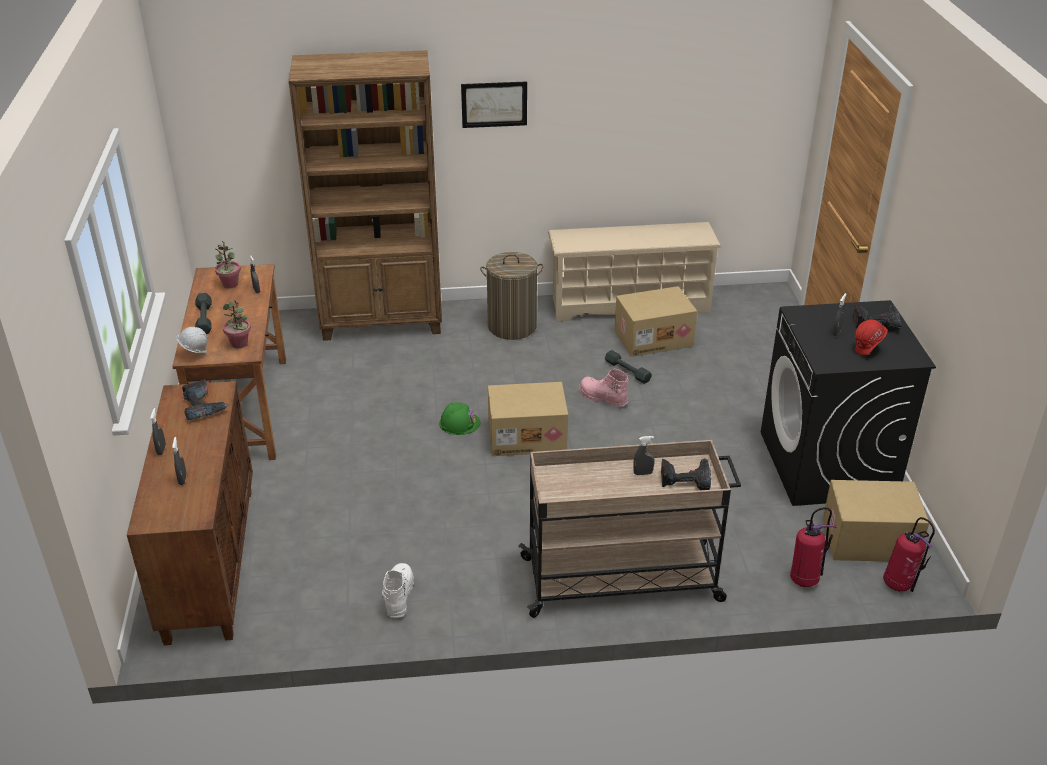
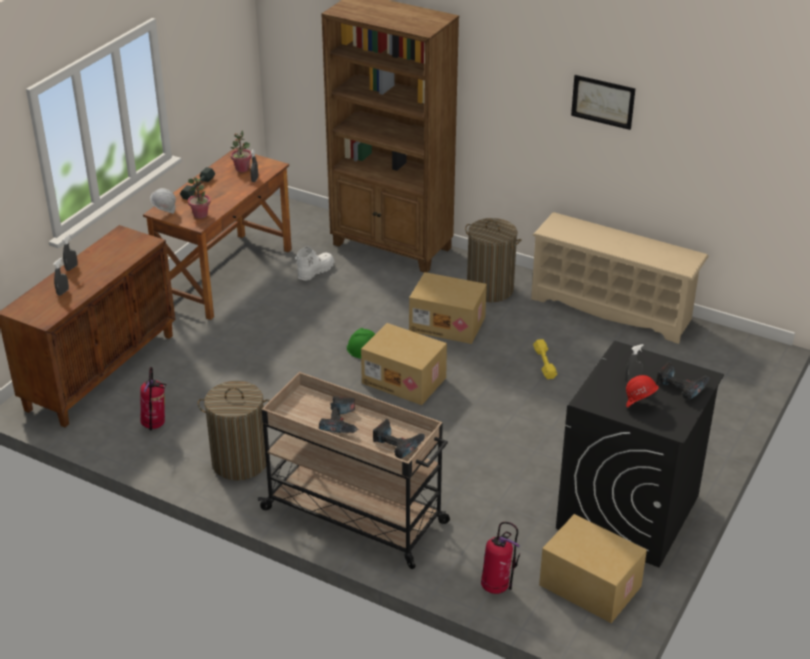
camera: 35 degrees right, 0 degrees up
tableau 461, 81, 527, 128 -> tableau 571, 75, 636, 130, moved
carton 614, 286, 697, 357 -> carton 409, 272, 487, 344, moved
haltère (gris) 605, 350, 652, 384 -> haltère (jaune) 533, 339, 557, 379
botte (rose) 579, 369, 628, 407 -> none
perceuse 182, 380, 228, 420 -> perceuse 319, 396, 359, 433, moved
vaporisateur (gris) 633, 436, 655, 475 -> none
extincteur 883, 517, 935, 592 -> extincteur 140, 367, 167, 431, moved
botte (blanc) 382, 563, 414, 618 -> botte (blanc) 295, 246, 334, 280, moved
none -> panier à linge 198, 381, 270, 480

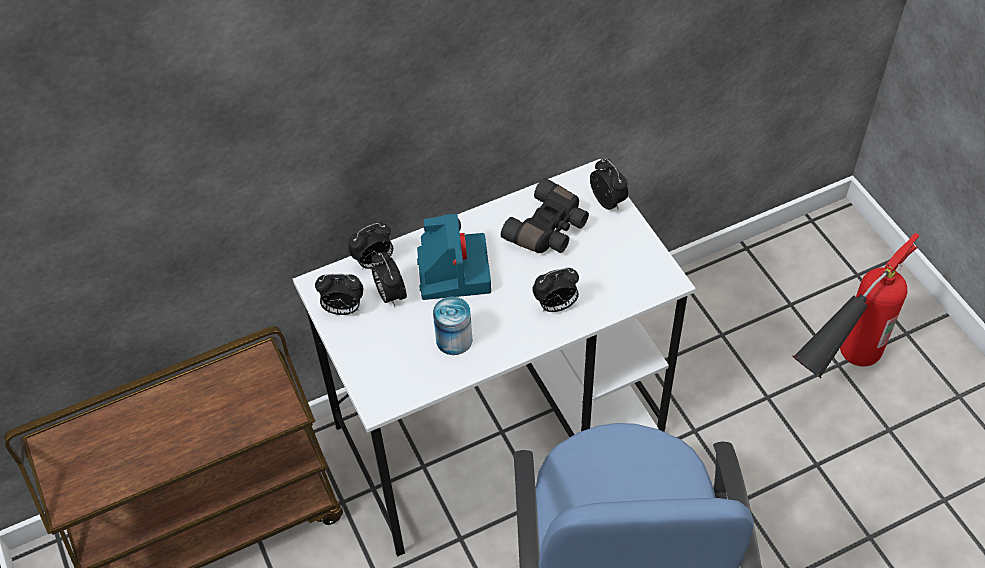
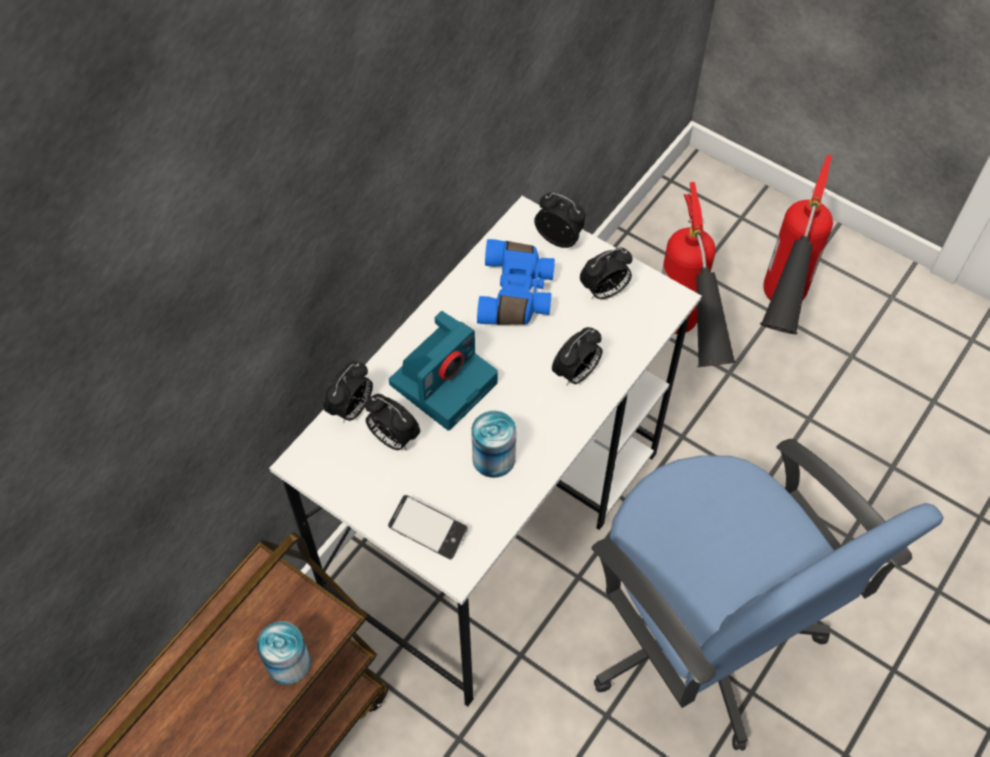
camera: 30 degrees left, 5 degrees up
jumelles (noir) 501, 178, 589, 253 -> jumelles (bleu) 477, 239, 555, 325
appareil photo 417, 213, 491, 300 -> appareil photo 389, 311, 498, 431, 75 degrees clockwise
réveil 315, 274, 363, 315 -> réveil 580, 247, 633, 300, moved
none -> extincteur 662, 182, 736, 367
none -> téléphone 388, 495, 468, 559
none -> boîte métallique 257, 621, 311, 685

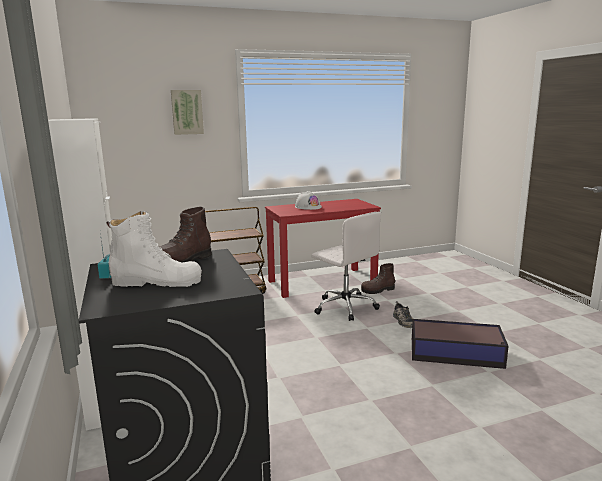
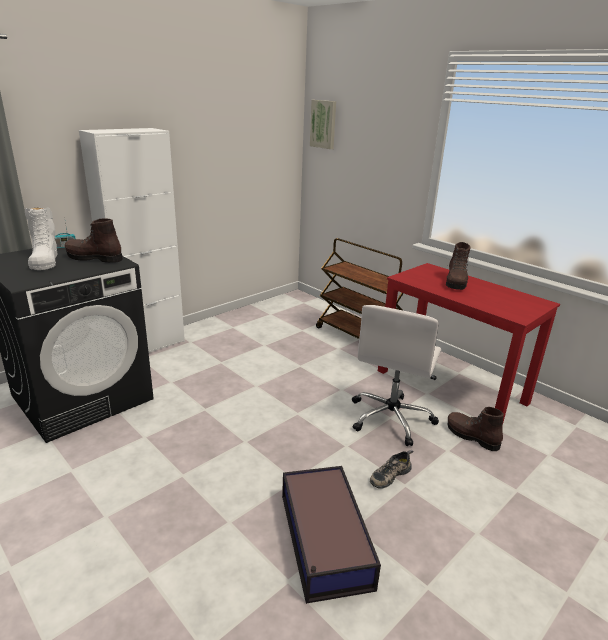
camera: 65 degrees right, 10 degrees up
tableau 171, 90, 204, 135 -> tableau 310, 100, 336, 149, moved
casque de chantier (blanc) 295, 191, 322, 210 -> botte (marron) 446, 242, 471, 290

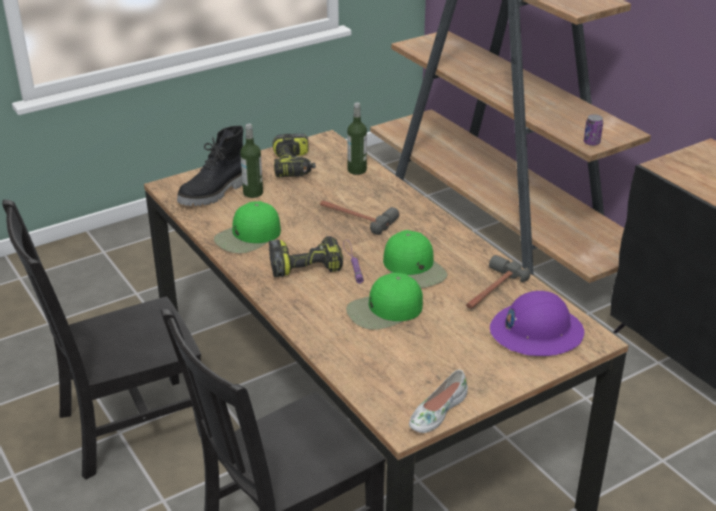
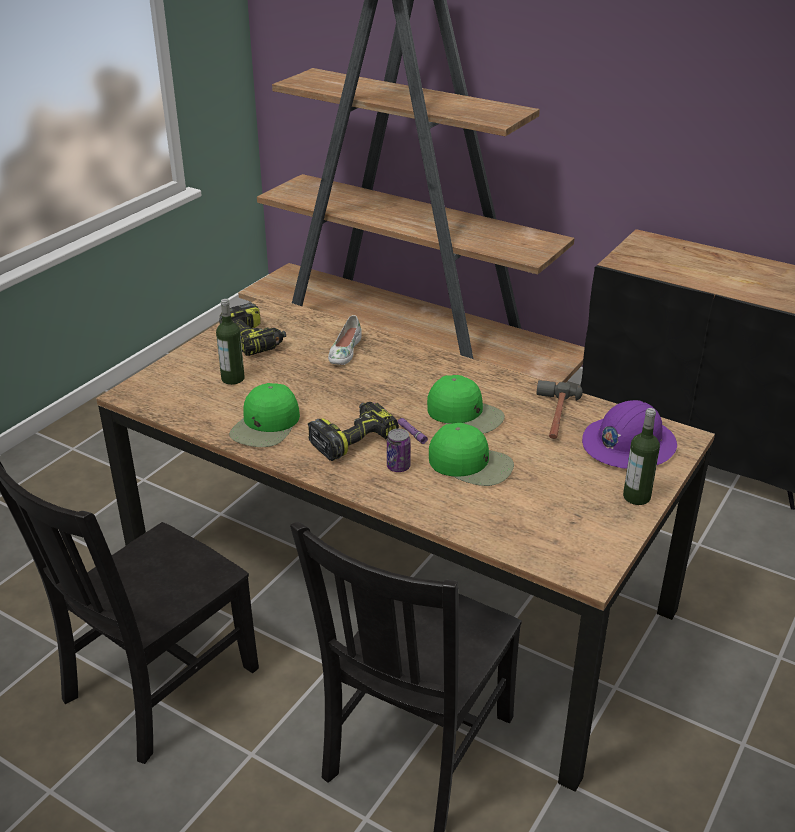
camera: 25 degrees left, 0 degrees up
bouteille 347, 103, 367, 175 -> bouteille 623, 408, 660, 505, moved
boîte métallique 584, 114, 603, 146 -> boîte métallique 387, 429, 411, 472, moved
botte (noir) 177, 126, 243, 206 -> none
marteau 320, 201, 399, 235 -> none
casquette (vert) 346, 273, 423, 330 -> casquette (vert) 429, 423, 514, 486, 105 degrees counterclockwise
chaussure (blanc) 409, 370, 468, 433 -> chaussure (blanc) 328, 315, 362, 365, moved

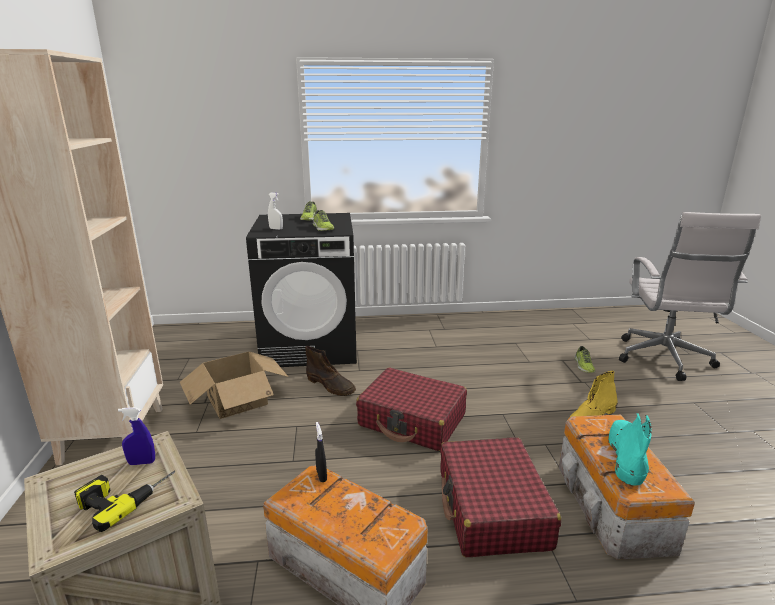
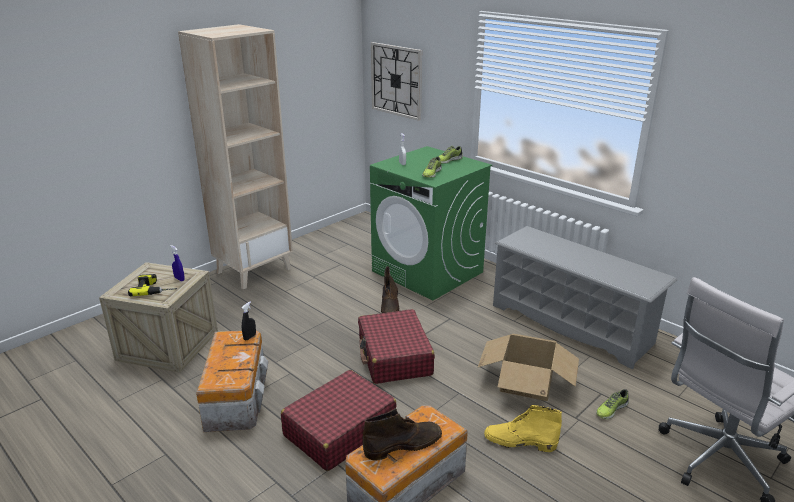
camera: 50 degrees right, 5 degrees up
lave-linge (noir) 246, 213, 357, 367 -> lave-linge (vert) 370, 146, 492, 301
carton 180, 352, 289, 419 -> carton 478, 334, 579, 401, moved
botte (turquoise) 608, 413, 652, 486 -> botte (marron) 363, 408, 442, 461
none -> horloge murale 371, 42, 422, 121
none -> étagère à chaussures (gris) 493, 226, 677, 369

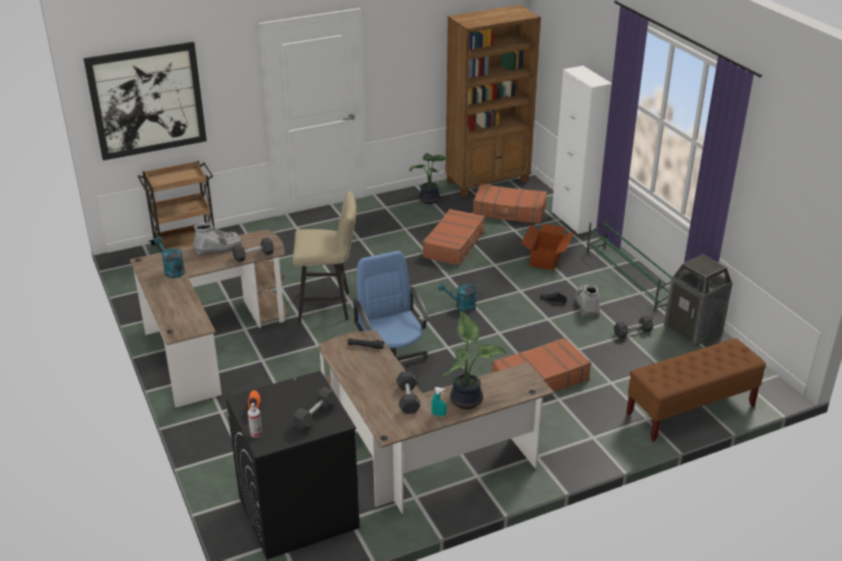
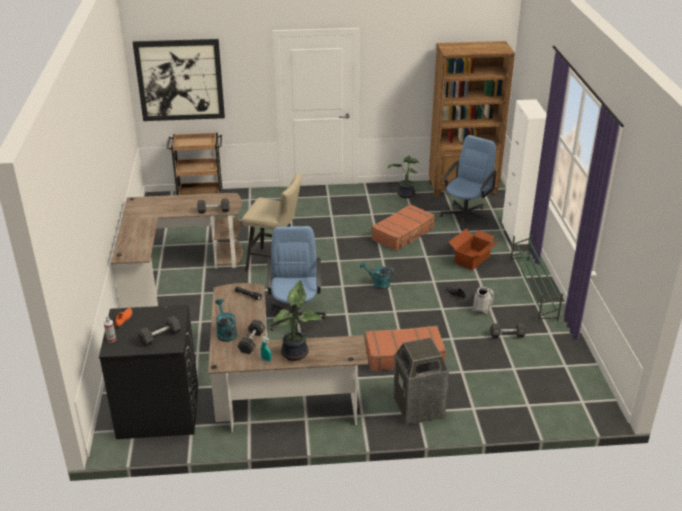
camera: 20 degrees right, 0 degrees up
valise (marron) 473, 184, 547, 224 -> chaise de bureau (bleu) 440, 135, 498, 229
botte (gris) 193, 222, 241, 256 -> none
arrosoir (turquoise) 154, 237, 185, 278 -> arrosoir (turquoise) 215, 299, 237, 342, moved
poubelle 664, 254, 733, 347 -> poubelle 393, 338, 449, 425, moved
banc (marron) 626, 338, 766, 442 -> none

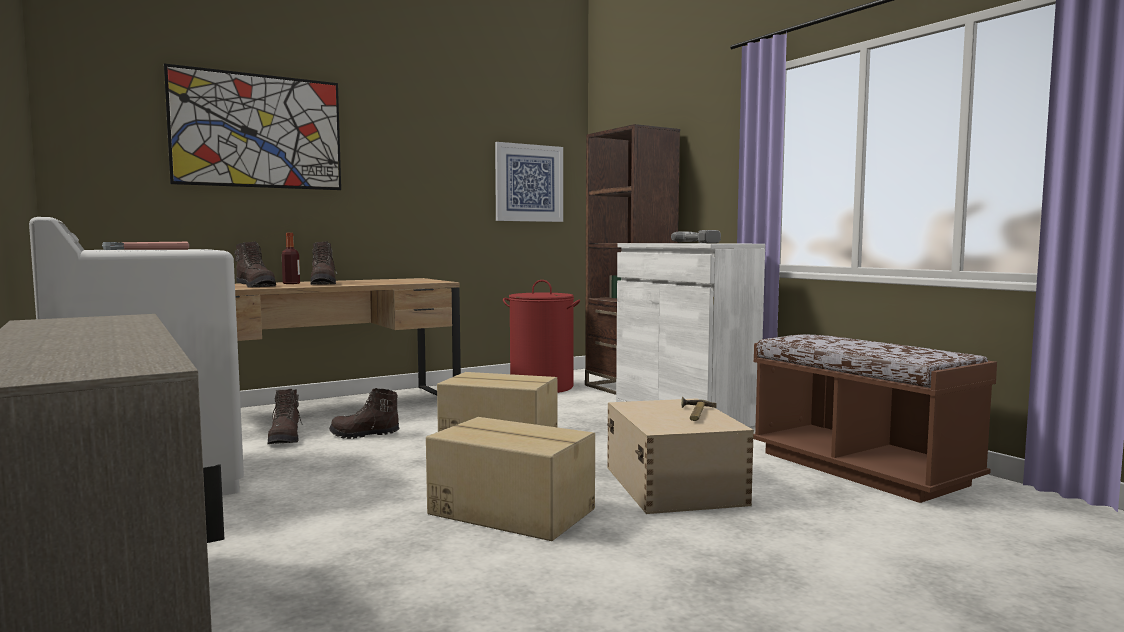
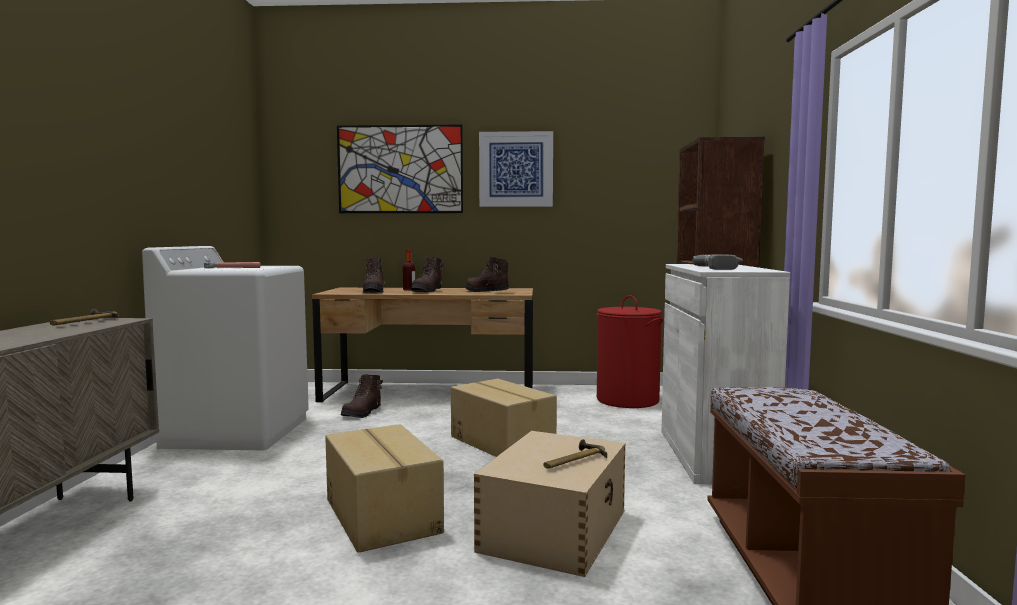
camera: 35 degrees right, 0 degrees up
tableau 495, 142, 563, 222 -> tableau 479, 131, 553, 207, moved
botte (marron) 329, 388, 400, 439 -> botte (marron) 465, 257, 509, 292, moved
none -> marteau 50, 309, 119, 326

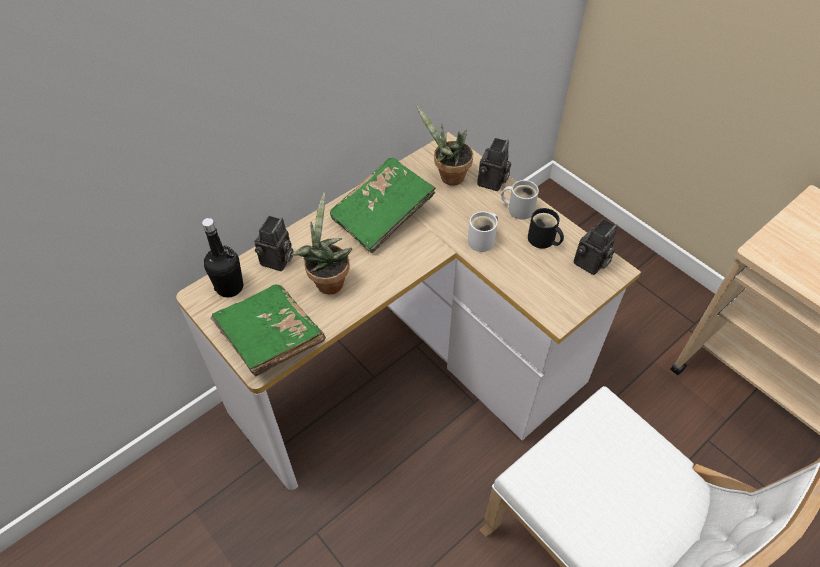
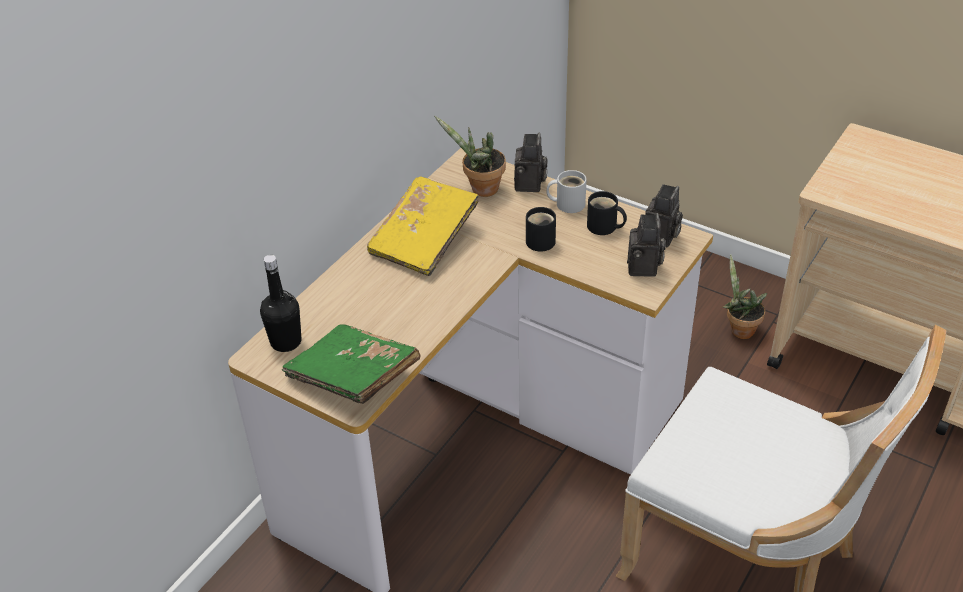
camera: 15 degrees left, 10 degrees down
livre (vert) 330, 158, 436, 253 -> livre (jaune) 367, 177, 479, 276
plante en pot 291, 192, 352, 294 -> plante en pot 723, 254, 767, 339, moved
mug (blanc) 468, 211, 498, 252 -> mug (noir) 526, 207, 556, 252
appareil photo 255, 216, 294, 271 -> appareil photo 627, 213, 666, 277, moved

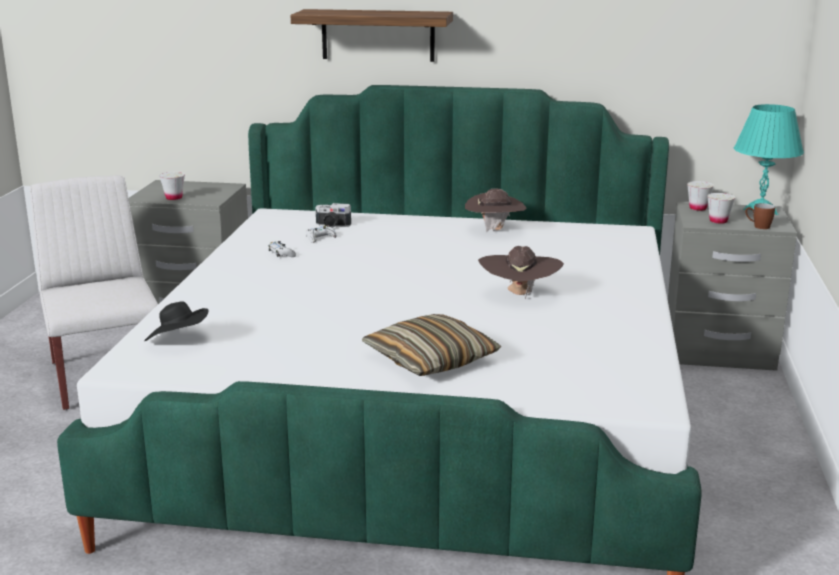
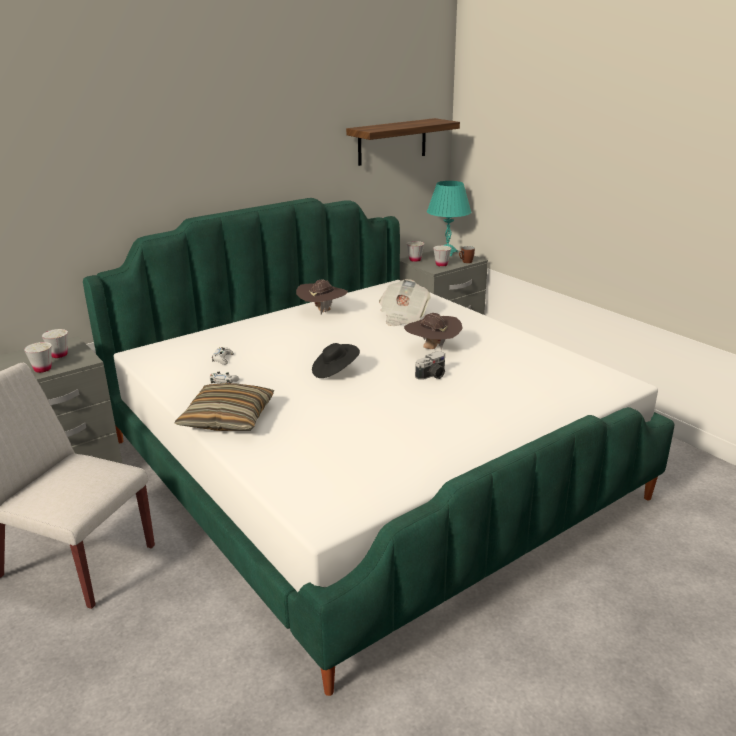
camera: 45 degrees left, 5 degrees up
étagère 291, 9, 453, 62 -> étagère 346, 118, 460, 166, moved
appareil photo 315, 203, 351, 228 -> appareil photo 415, 351, 445, 380, moved
chapeau (noir) 144, 301, 208, 341 -> chapeau (noir) 312, 343, 360, 378, moved
coussin 362, 314, 501, 376 -> coussin 174, 383, 274, 431, moved
none -> journal 379, 279, 431, 326
none -> tasse (blanc) 42, 329, 68, 358

